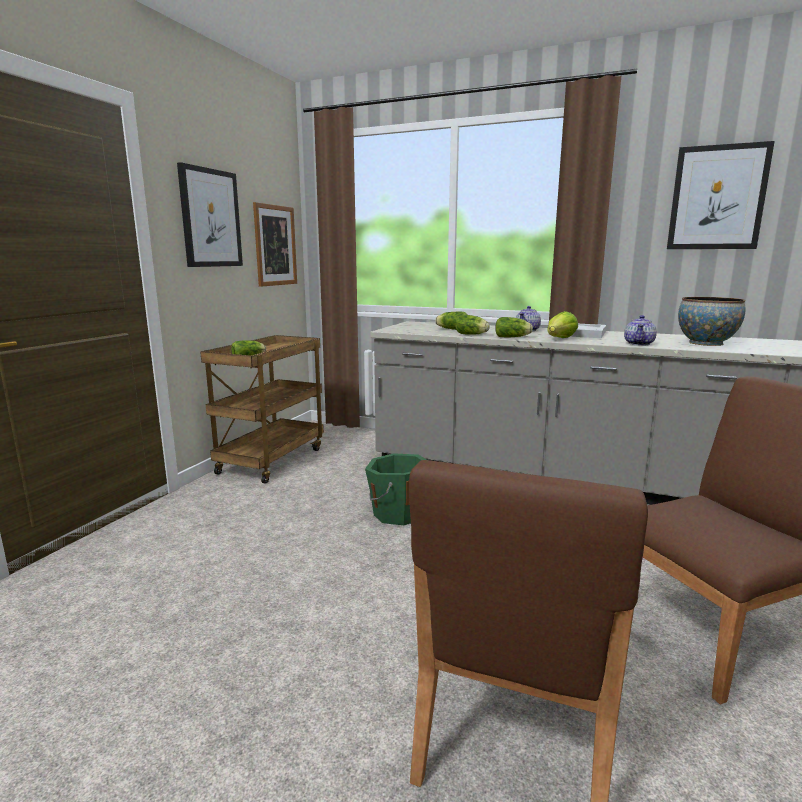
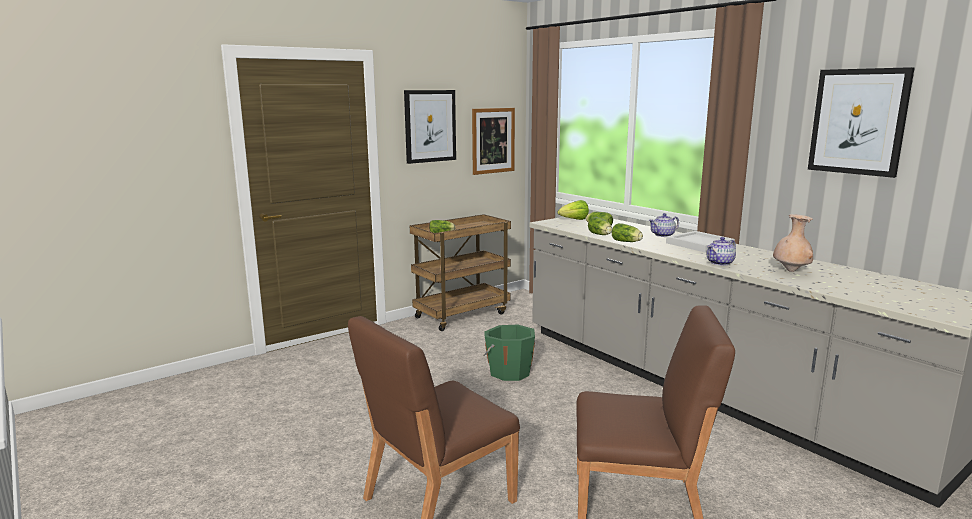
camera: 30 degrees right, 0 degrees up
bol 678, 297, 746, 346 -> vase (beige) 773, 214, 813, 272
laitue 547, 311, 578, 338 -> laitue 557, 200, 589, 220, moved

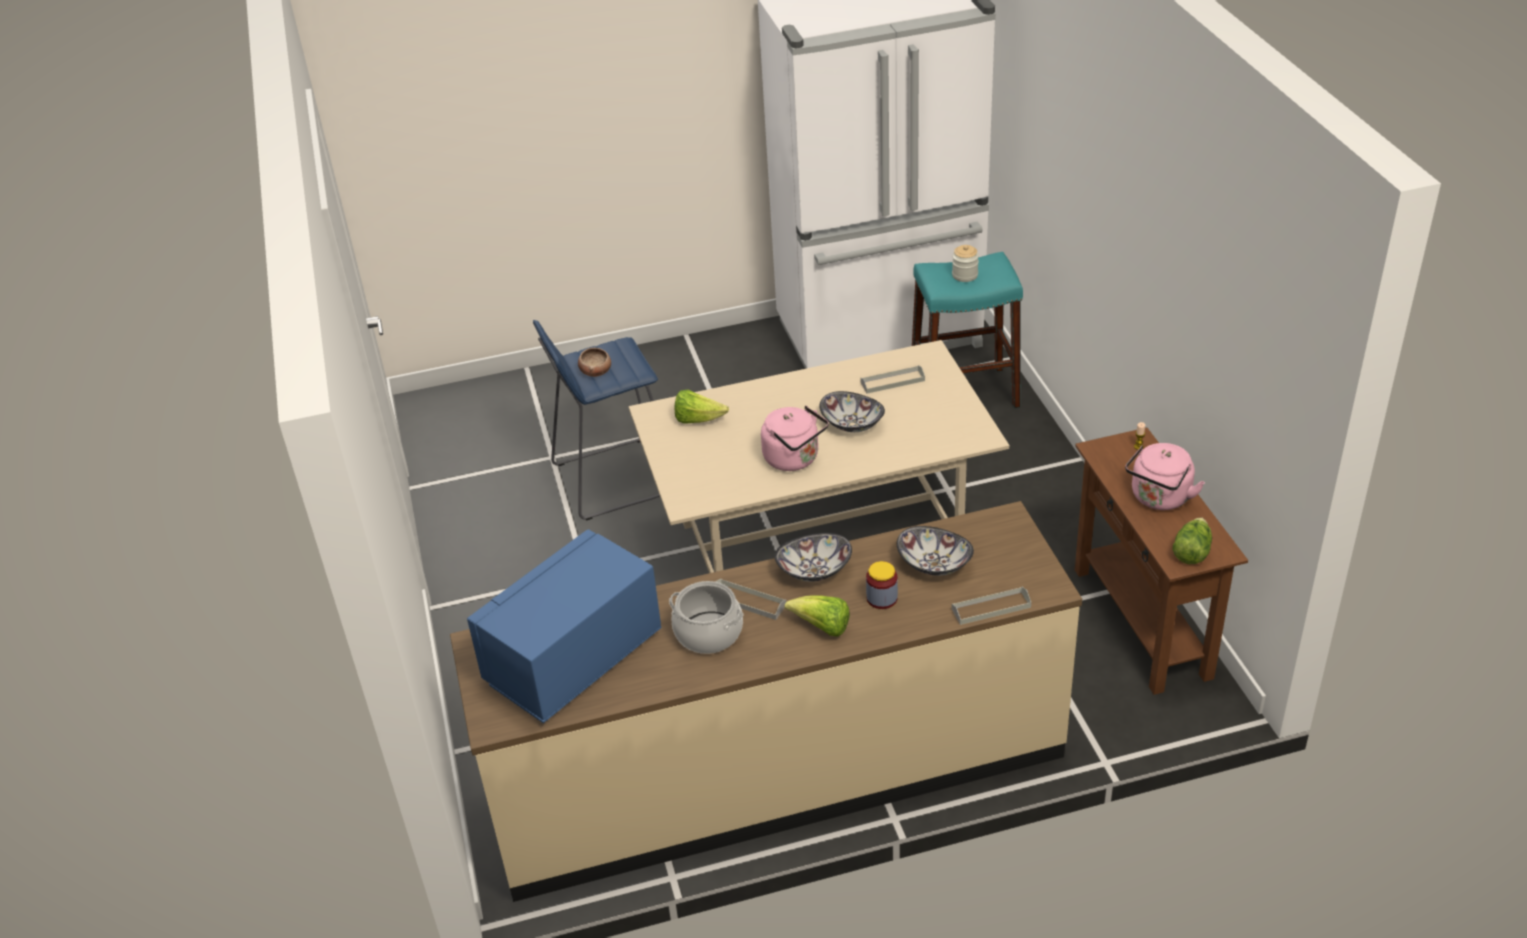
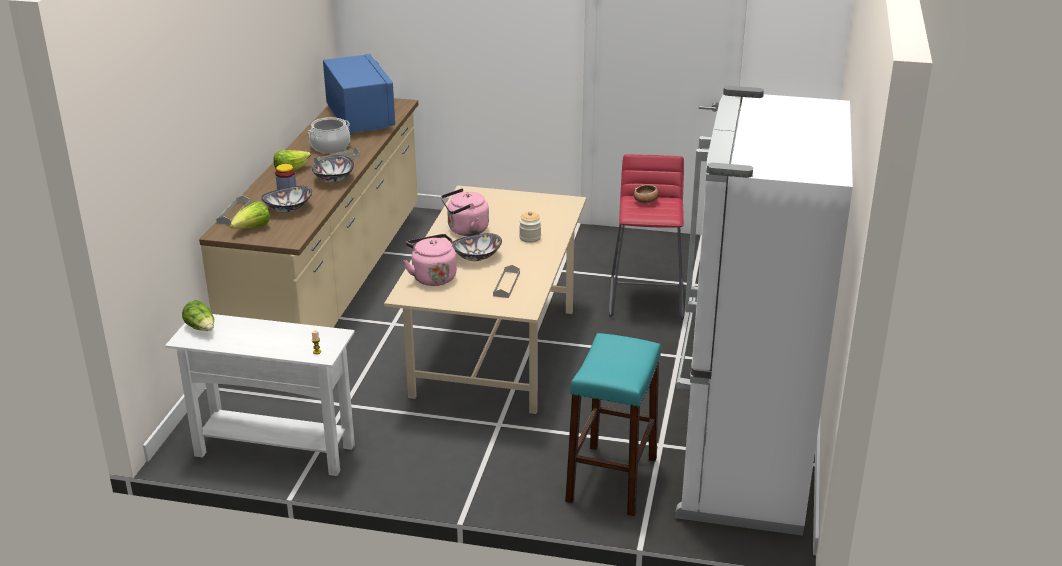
camera: 115 degrees right, 10 degrees down
bocal 952, 245, 979, 282 -> bocal 519, 211, 541, 243, moved
tabouret (bleu) 533, 320, 660, 520 -> tabouret (rouge) 609, 154, 684, 320
laitue 674, 390, 729, 424 -> laitue 230, 201, 270, 229, moved
table console (marron) 1075, 428, 1248, 695 -> table console (blanc) 165, 314, 355, 476
bouilloire (rose) 1125, 443, 1205, 510 -> bouilloire (rose) 403, 234, 457, 286, moved

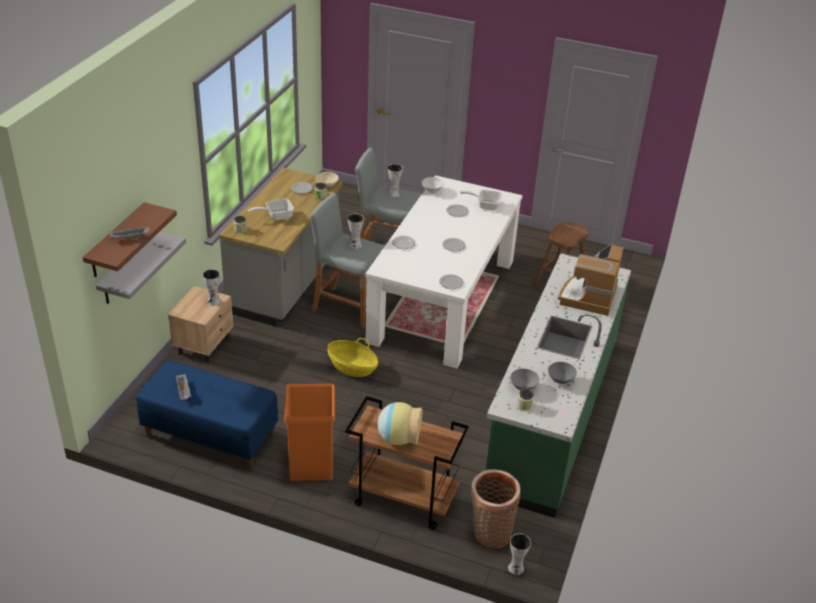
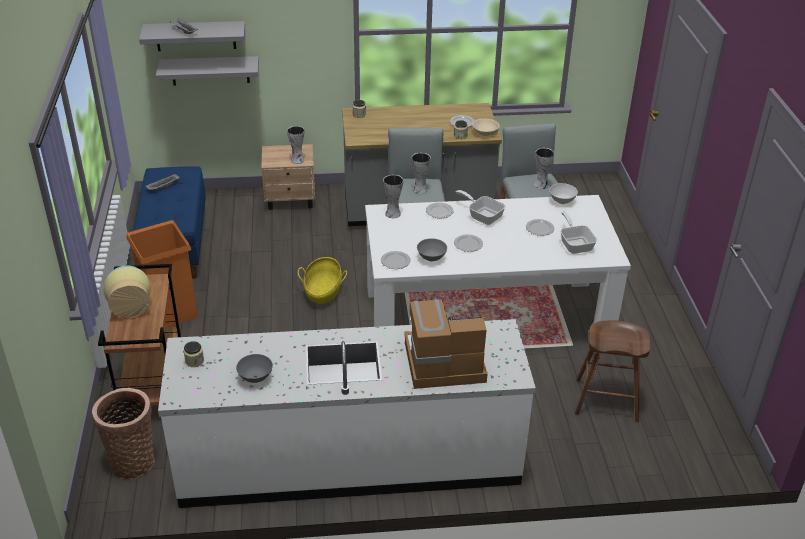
camera: 65 degrees right, 0 degrees up
poêle 248, 198, 294, 220 -> poêle 456, 190, 506, 225, moved
étagère (marron) 83, 202, 177, 277 -> étagère (gris) 139, 21, 245, 51
comptoir de cuisine (vert) 486, 254, 631, 518 -> comptoir de cuisine (blanc) 158, 319, 536, 508
bol (gris) 511, 369, 539, 390 -> bol (gris) 417, 238, 447, 261, moved
vase 508, 533, 531, 575 -> vase 383, 175, 403, 218, moved

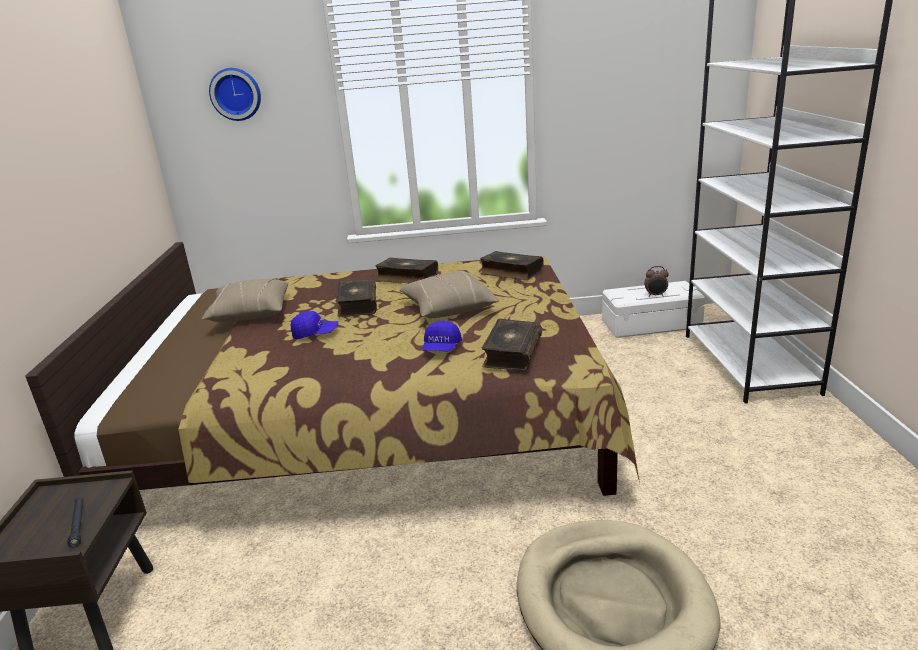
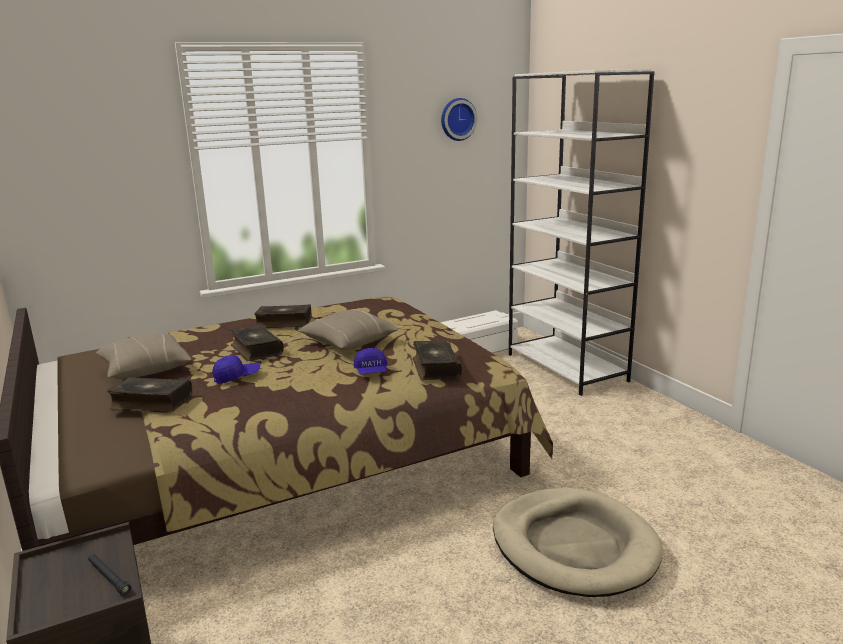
camera: 25 degrees left, 5 degrees down
horloge murale 209, 68, 261, 121 -> horloge murale 441, 98, 477, 141, moved
livre 480, 251, 544, 280 -> livre 107, 377, 192, 413, moved
réveil 644, 266, 669, 297 -> none

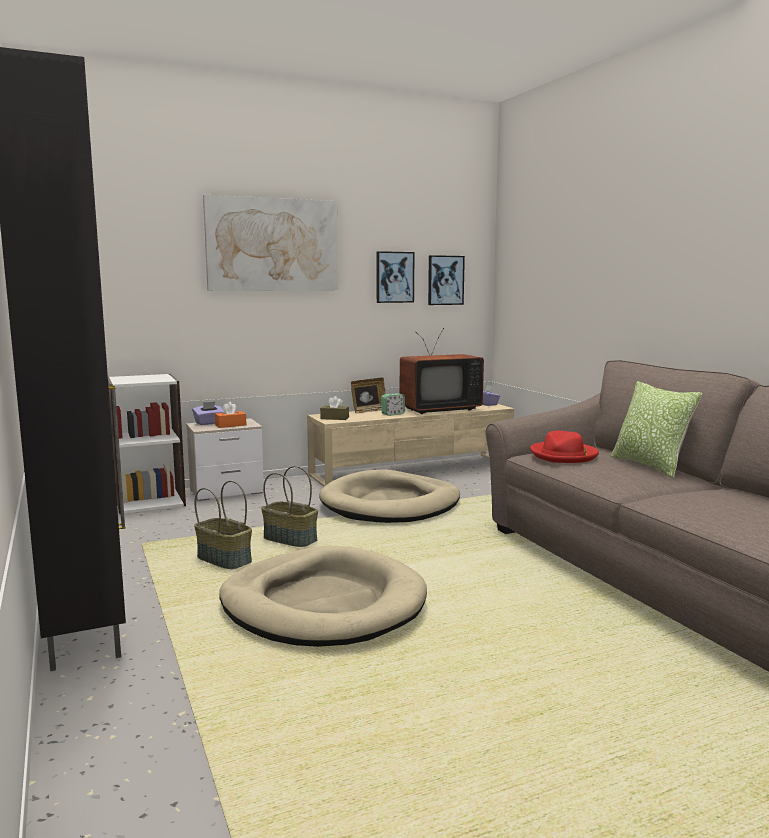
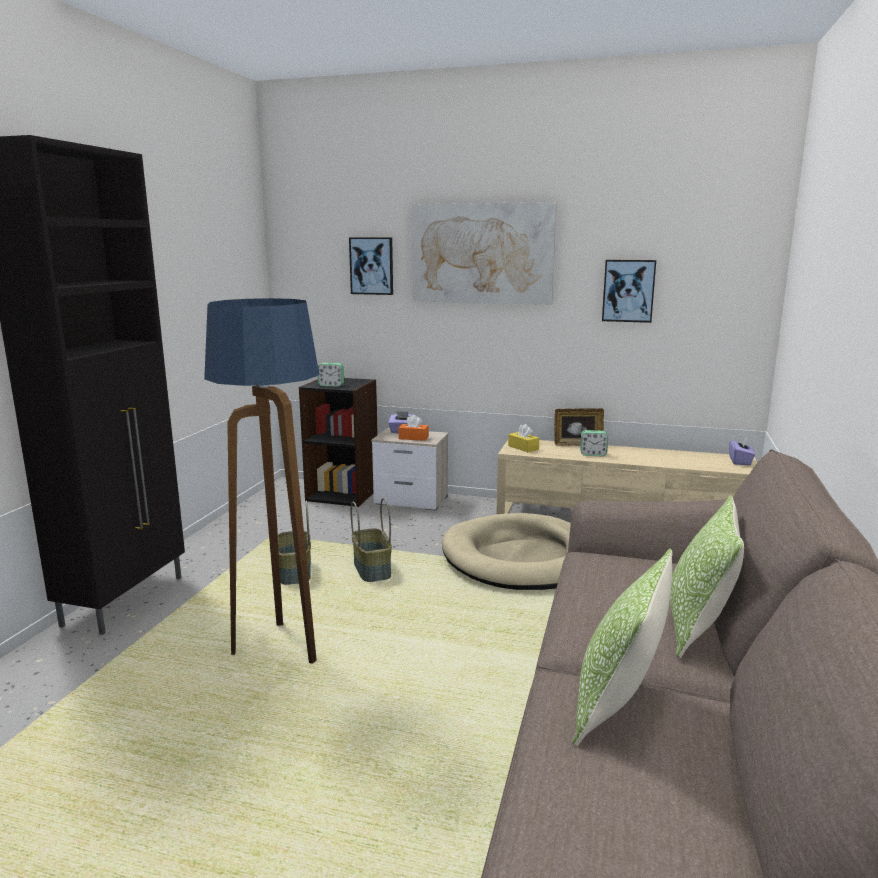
camera: 40 degrees right, 5 degrees up
tableau 428, 255, 465, 305 -> tableau 349, 237, 393, 295, moved
téléviseur 400, 328, 484, 414 -> none
bibliothèque (blanc) 108, 374, 186, 514 -> bibliothèque (noir) 299, 378, 378, 507
boîte à mouchoirs (marron) 320, 396, 349, 420 -> boîte à mouchoirs (jaune) 508, 424, 539, 452
chapeau (rouge) 530, 431, 599, 463 -> none
panier pour chien (beige) 219, 546, 427, 647 -> lampadaire 204, 298, 319, 664
none -> réveil 318, 363, 344, 387
none -> coussin 572, 549, 672, 747

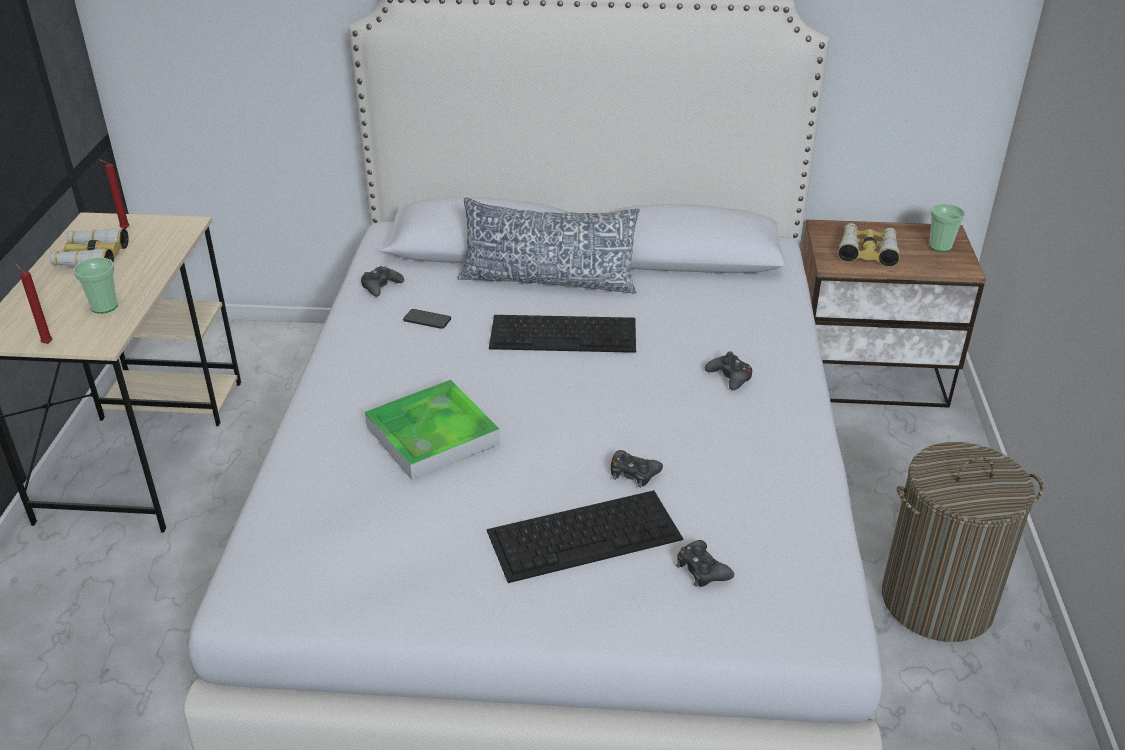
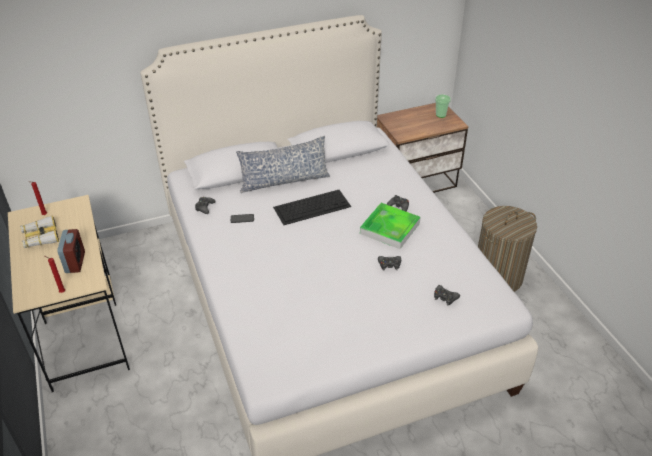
camera: 25 degrees left, 5 degrees up
jumelles 838, 223, 900, 267 -> none
tasse 73, 257, 118, 314 -> réveil 57, 229, 85, 273
plateau 365, 380, 500, 480 -> plateau 360, 203, 420, 249, moved
clavier 487, 490, 683, 583 -> none

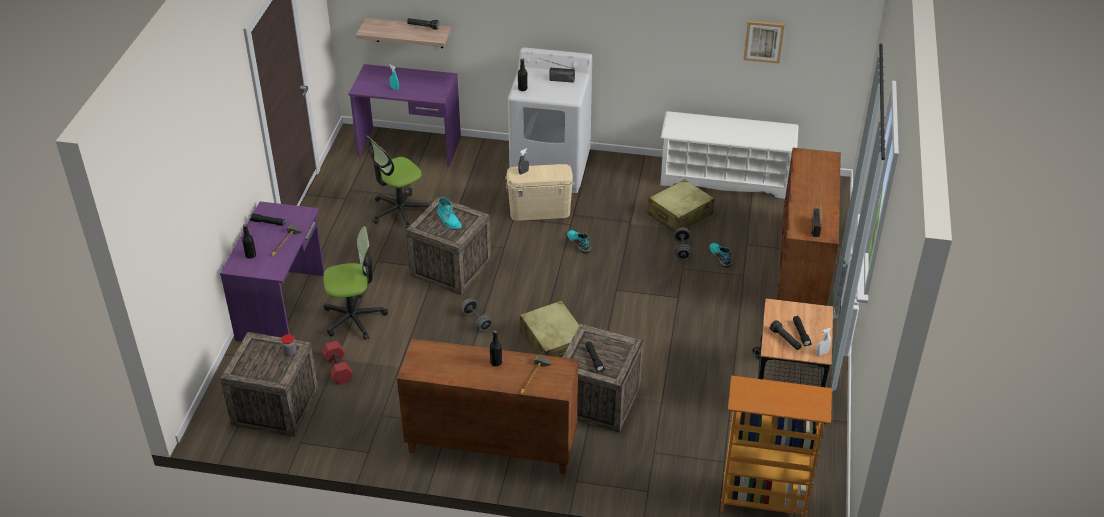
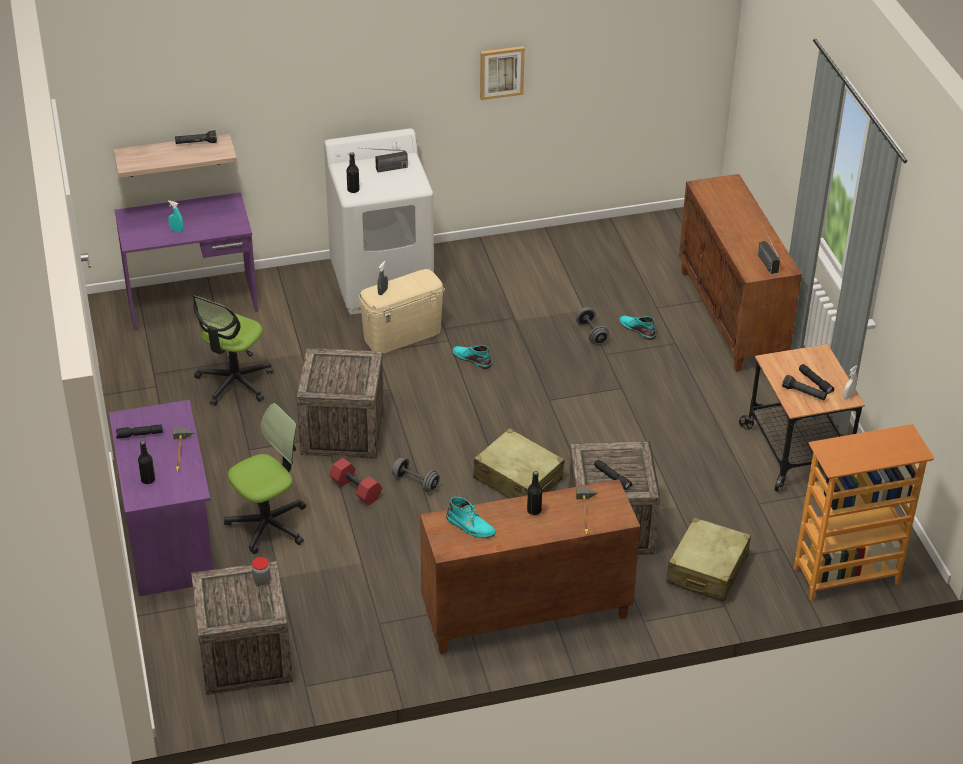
camera: 25 degrees left, 0 degrees up
tableau 744, 21, 785, 64 -> tableau 480, 46, 525, 100, moved
étagère à chaussures (blanc) 660, 111, 799, 199 -> none
valise (beige) 647, 179, 714, 232 -> valise (beige) 666, 517, 751, 602, moved
botte (turquoise) 437, 197, 462, 230 -> botte (turquoise) 446, 497, 496, 538, moved
haltère (rouge) 322, 341, 353, 385 -> haltère (rouge) 329, 458, 382, 505, moved

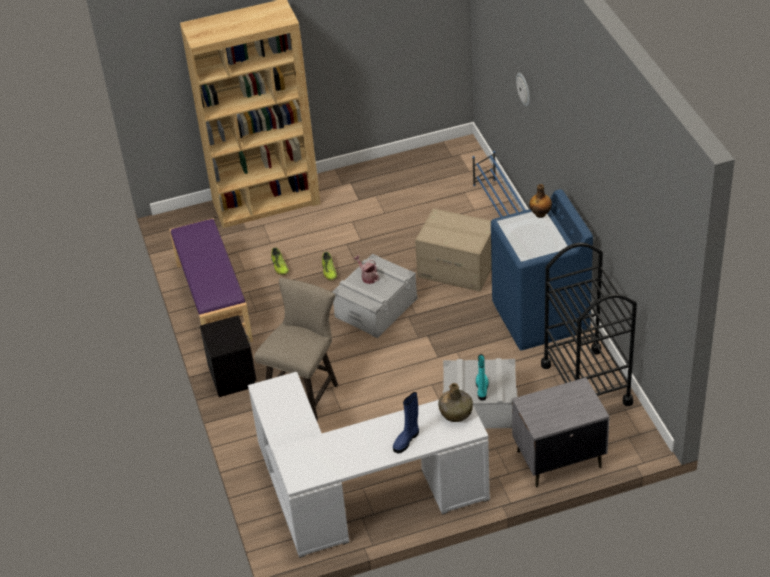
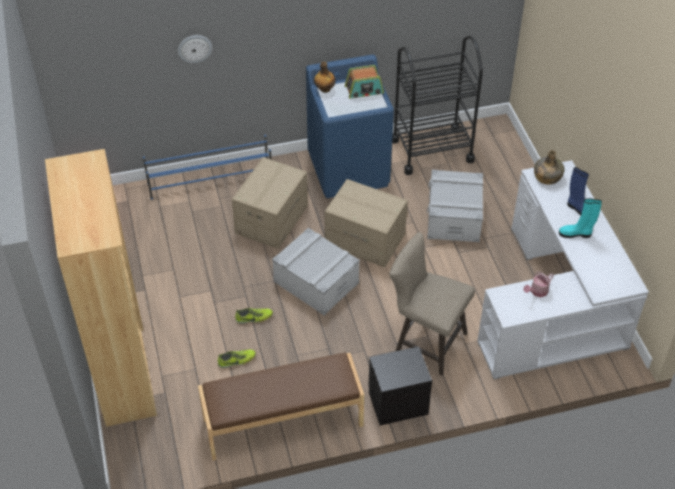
camera: 90 degrees left, 5 degrees up
banc (violet) 169, 218, 253, 343 -> banc (marron) 198, 353, 364, 461
arrosoir 354, 255, 380, 284 -> arrosoir 523, 272, 554, 297, moved
botte (turquoise) 476, 354, 489, 401 -> botte (turquoise) 559, 198, 602, 238, moved
table de chevet (gris) 512, 377, 610, 488 -> none
none -> radio 345, 65, 384, 99
none -> carton 325, 179, 408, 267

